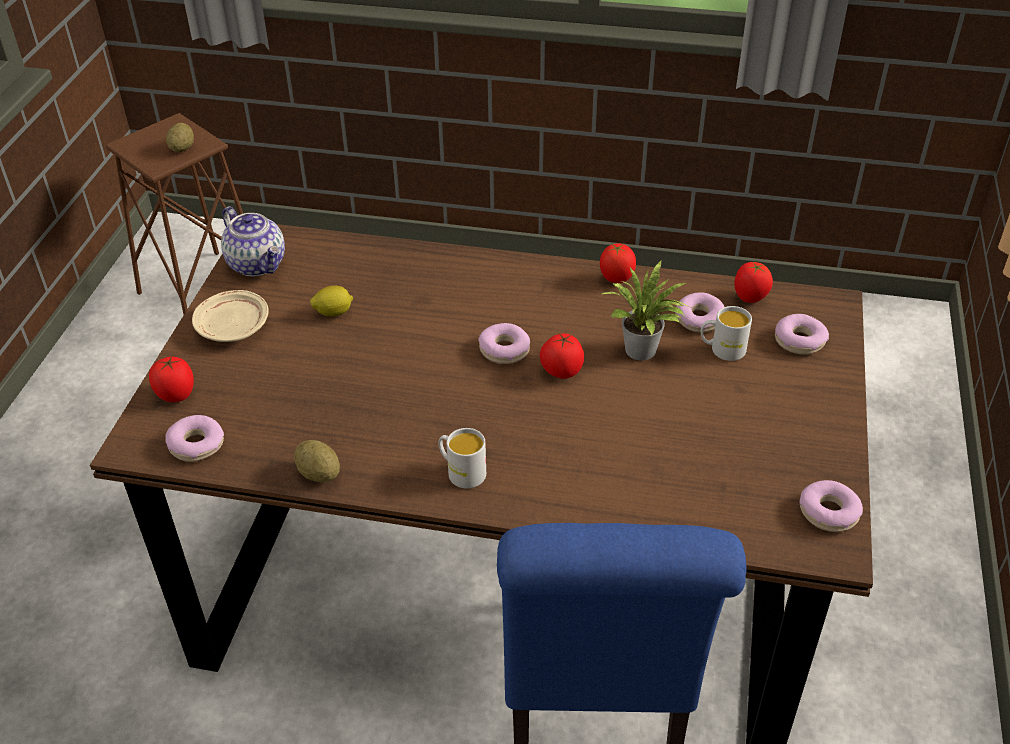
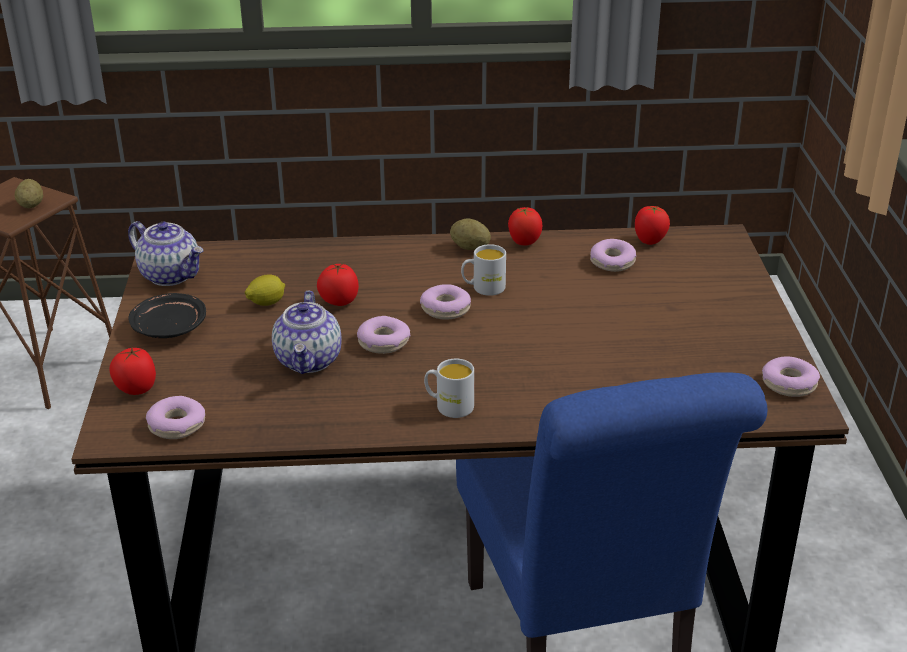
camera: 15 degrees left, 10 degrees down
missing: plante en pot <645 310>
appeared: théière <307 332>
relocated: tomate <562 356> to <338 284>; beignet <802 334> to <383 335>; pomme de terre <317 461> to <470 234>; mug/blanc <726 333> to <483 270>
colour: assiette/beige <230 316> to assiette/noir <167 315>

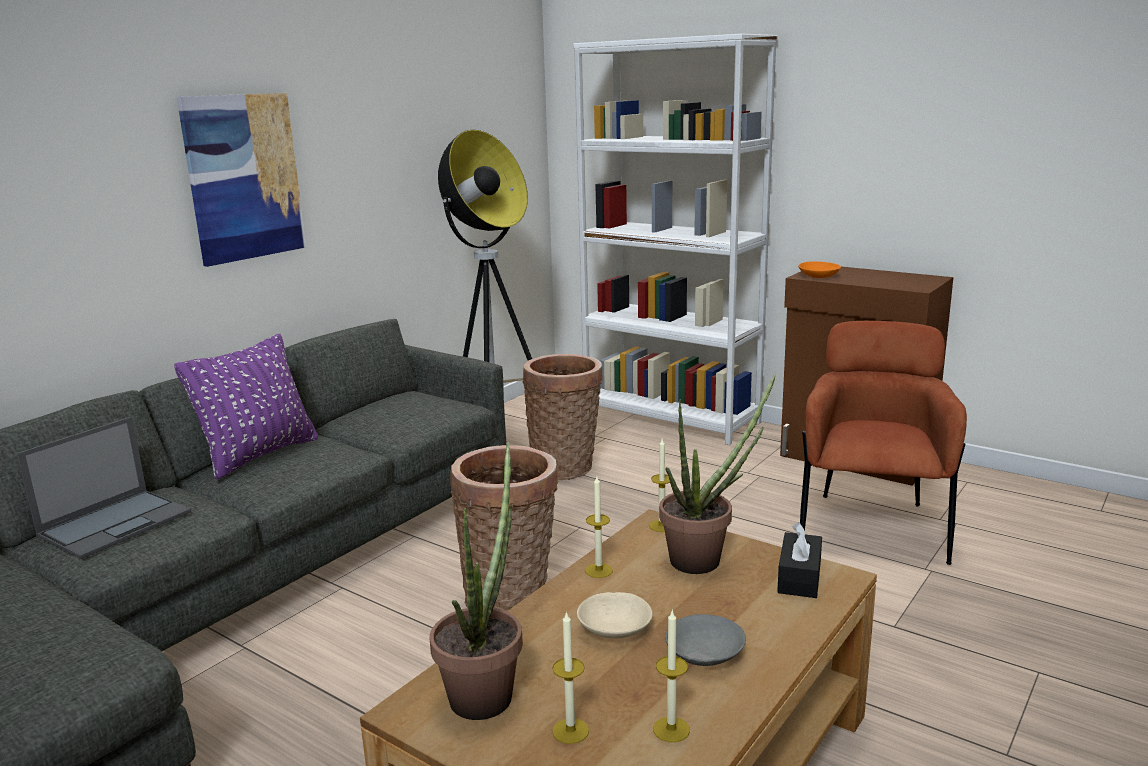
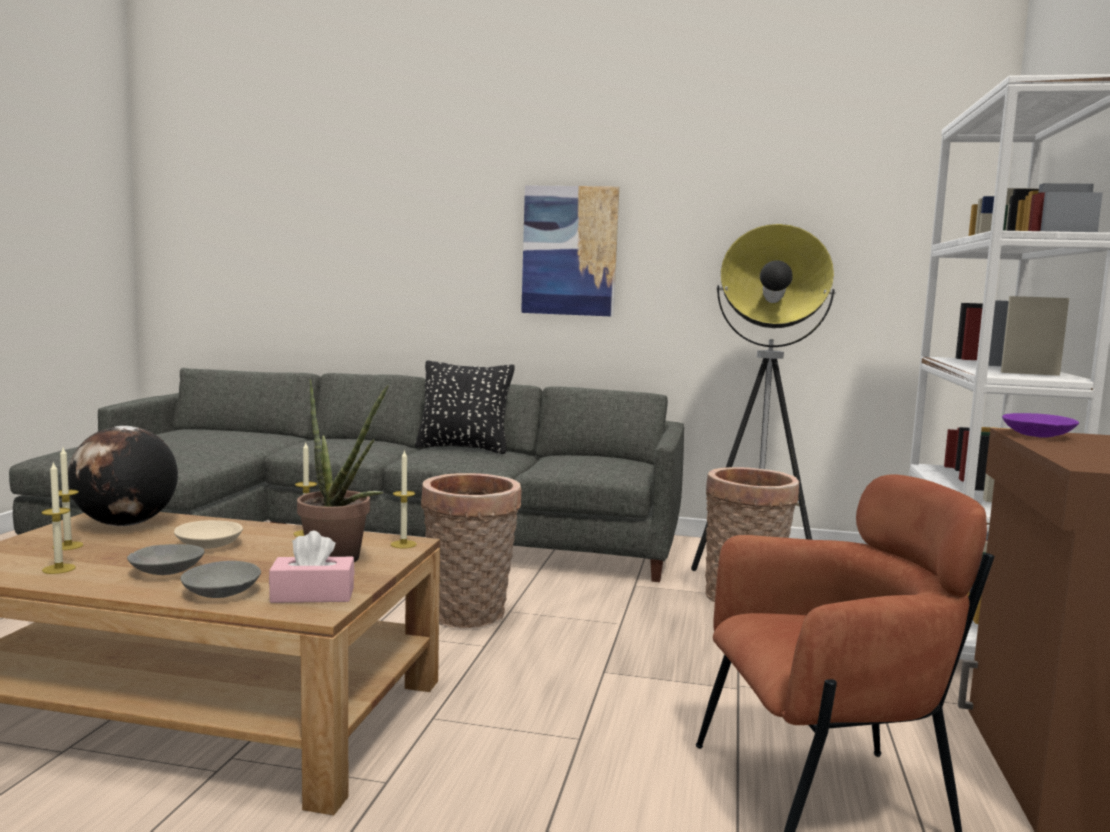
camera: 65 degrees right, 10 degrees down
missing: ordinateur portable <104 488>
appeared: bol/gris <220 579>
exchanged: plante en pot <476 581> to globe <123 476>
colour: boîte à mouchoirs/noir <799 560> to boîte à mouchoirs/rose <312 567>; coussin/violet <246 407> to coussin/noir <465 407>; bol/orange <819 269> to bol/violet <1040 425>

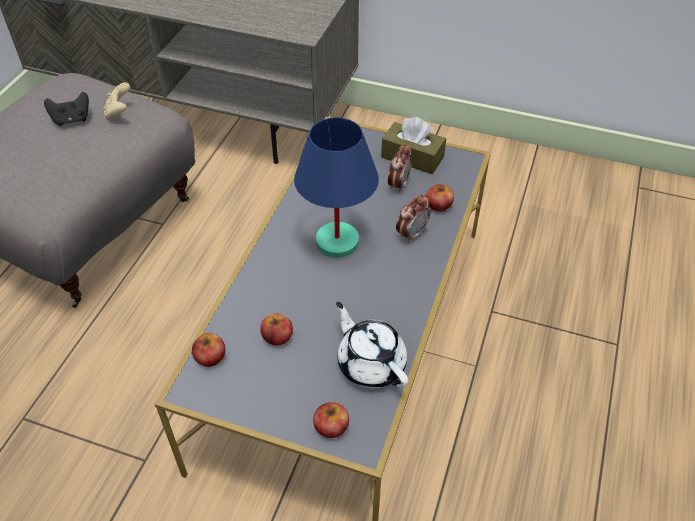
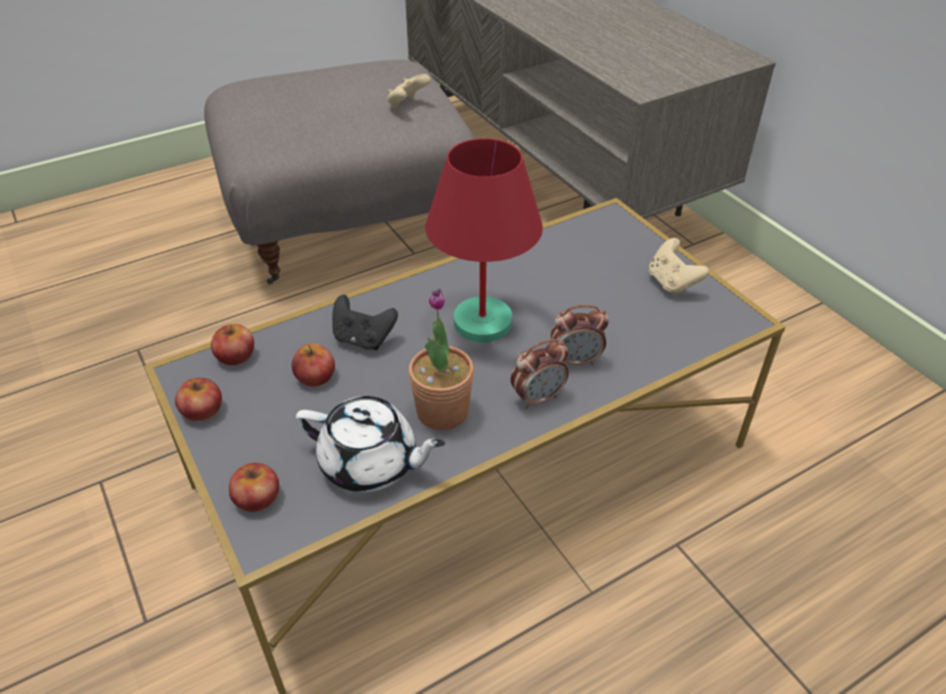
camera: 40 degrees right, 5 degrees down
appeared: plante en pot <441 359>
relocated: pomme <440 198> to <198 399>; manette/noir <66 109> to <365 322>; réveil <400 168> to <540 374>
exchanged: boîte à mouchoirs/marron <413 145> to manette/beige <679 267>
colour: lampe de table/bleu <336 187> to lampe de table/rouge <484 240>
spun: théière/blanc <372 345> = <370 444> 105 degrees clockwise

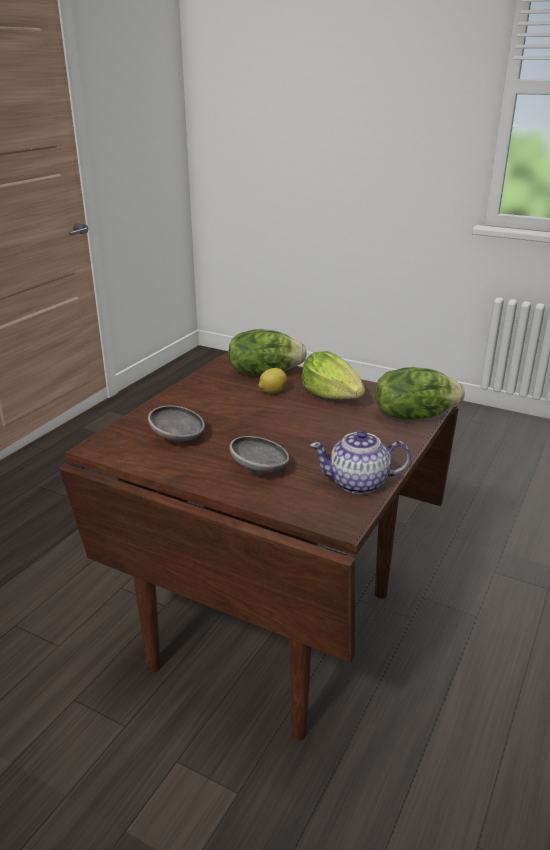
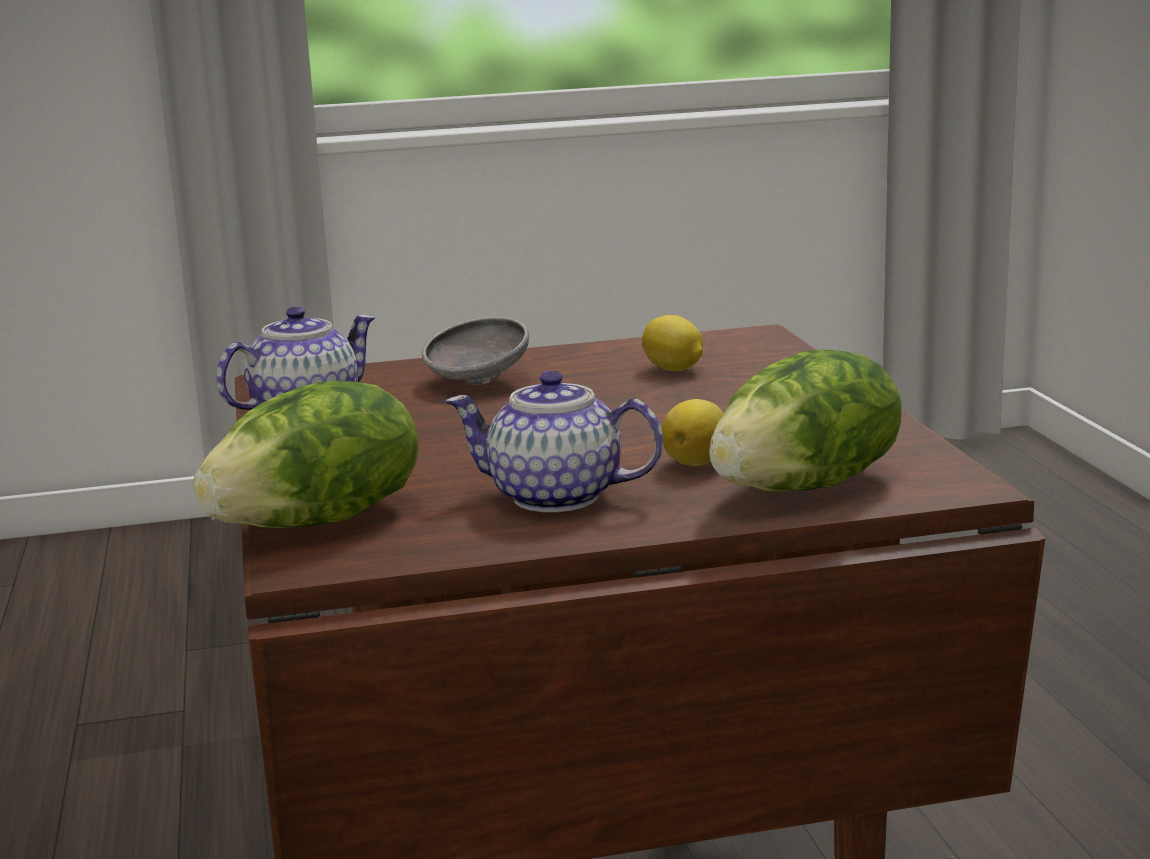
camera: 140 degrees right, 10 degrees down
exchanged: laitue <333 375> to théière <554 441>; bol/gris <176 423> to citron <672 343>

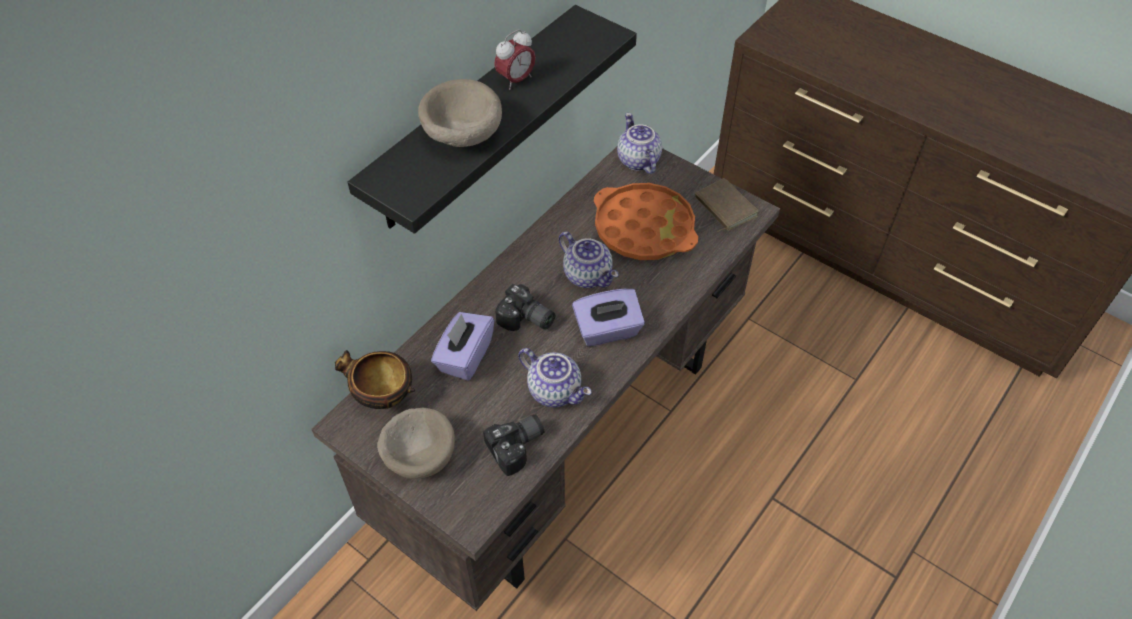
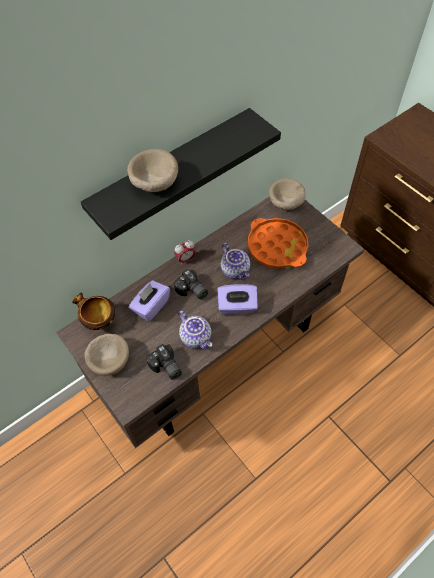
camera: 15 degrees right, 5 degrees up
missing: livre/marron <726 205>
relocated: réveil <515 59> to <185 252>
exchanged: théière <639 143> to bol/beige <287 194>
spun: appareil photo <513 445> = <164 362> 75 degrees clockwise

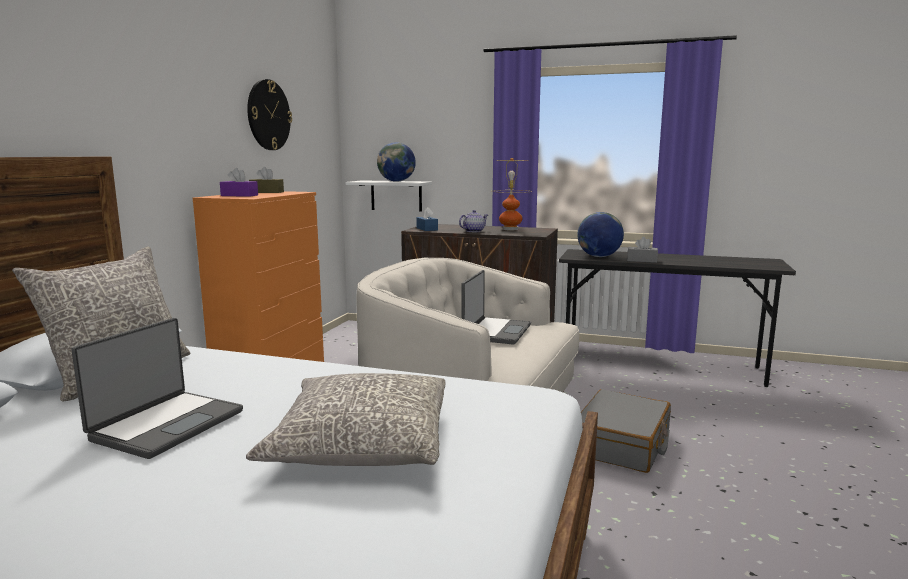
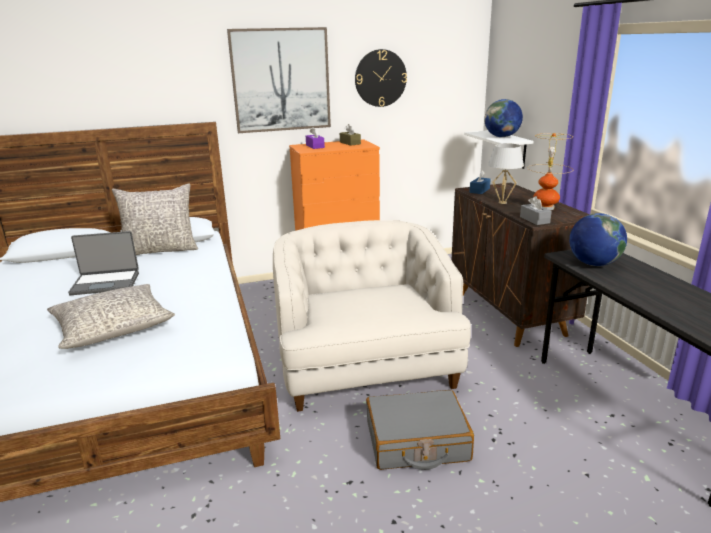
camera: 55 degrees right, 10 degrees up
missing: ordinateur portable <496 307>
appeared: tableau <279 80>
relocated: boîte à mouchoirs/gris <642 250> to <536 210>
exchanged: théière <473 221> to lampe de table/blanc <506 173>

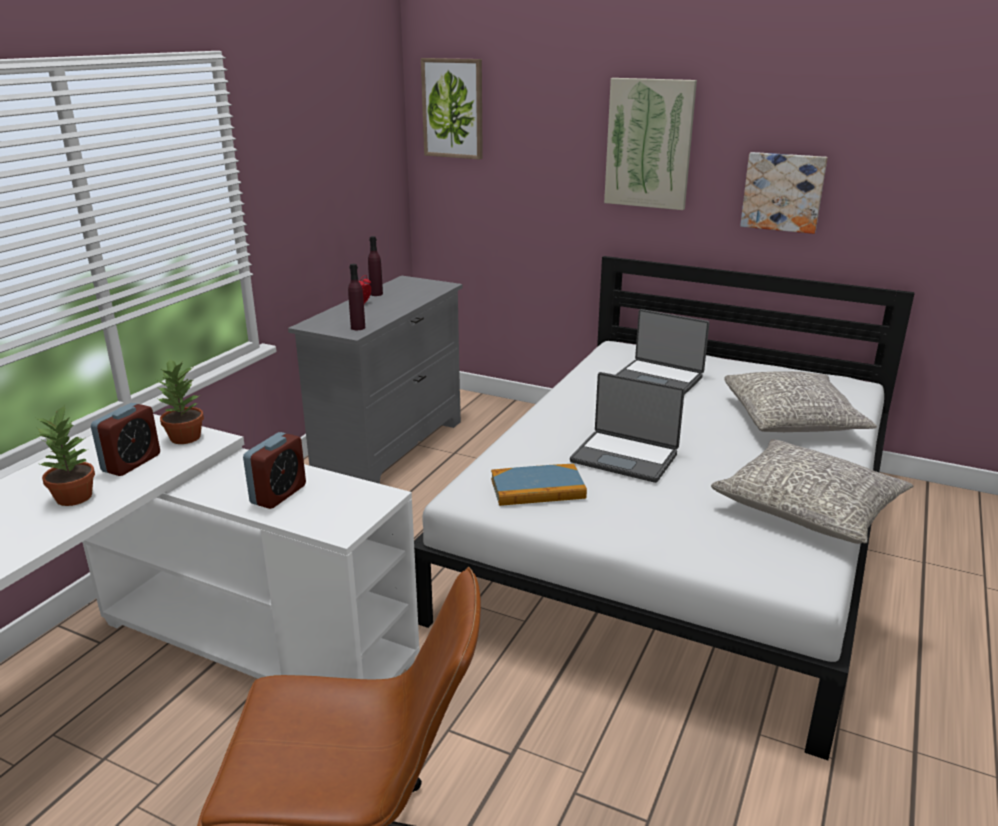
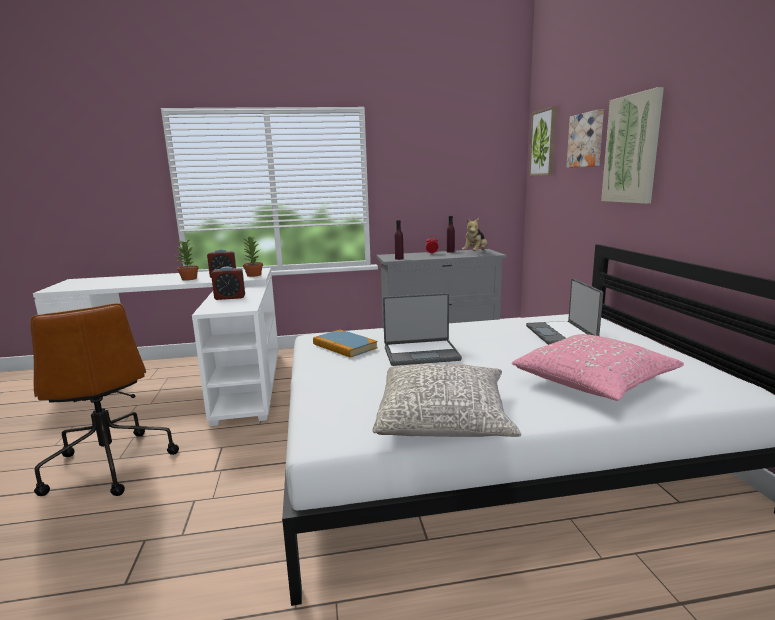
camera: 55 degrees right, 10 degrees down
appeared: peluche <474 234>
relocated: tableau <784 193> to <585 138>
colour: coussin/gris <800 401> to coussin/rose <598 367>
spun: ordinateur portable <627 427> = <422 329> 90 degrees counterclockwise

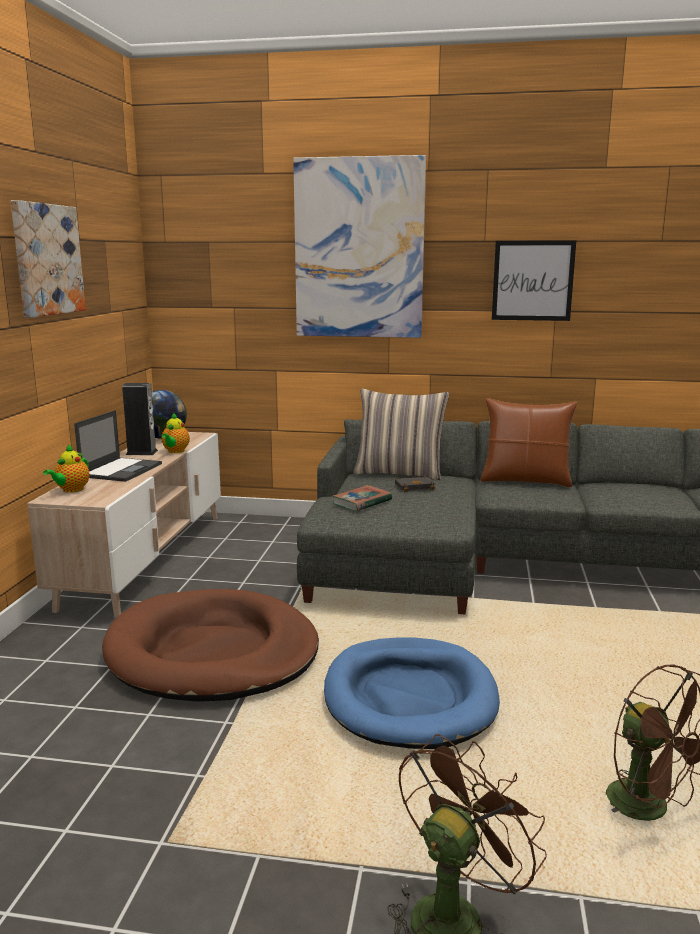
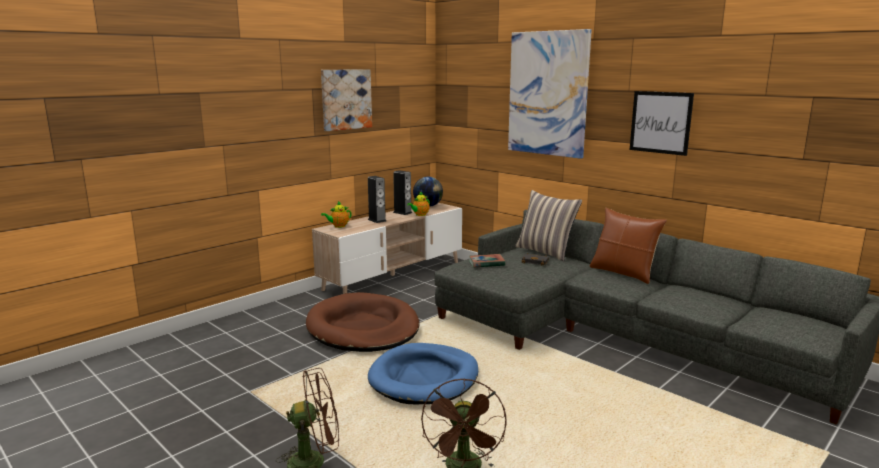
camera: 35 degrees right, 0 degrees up
exchanged: ordinateur portable <118 446> to enceinte <377 199>

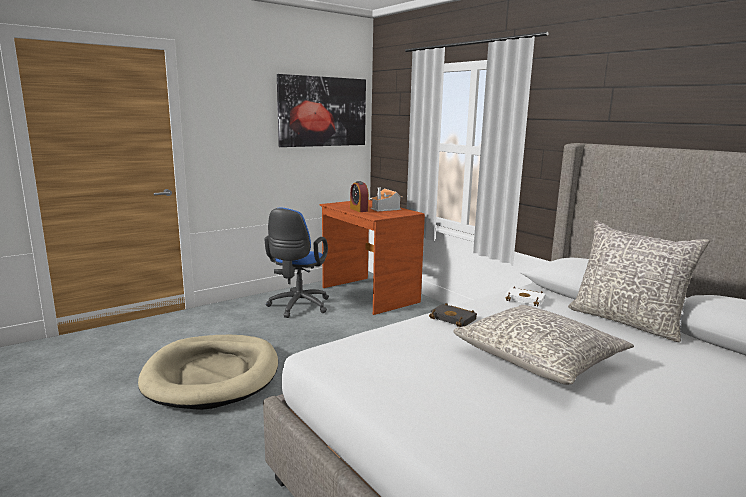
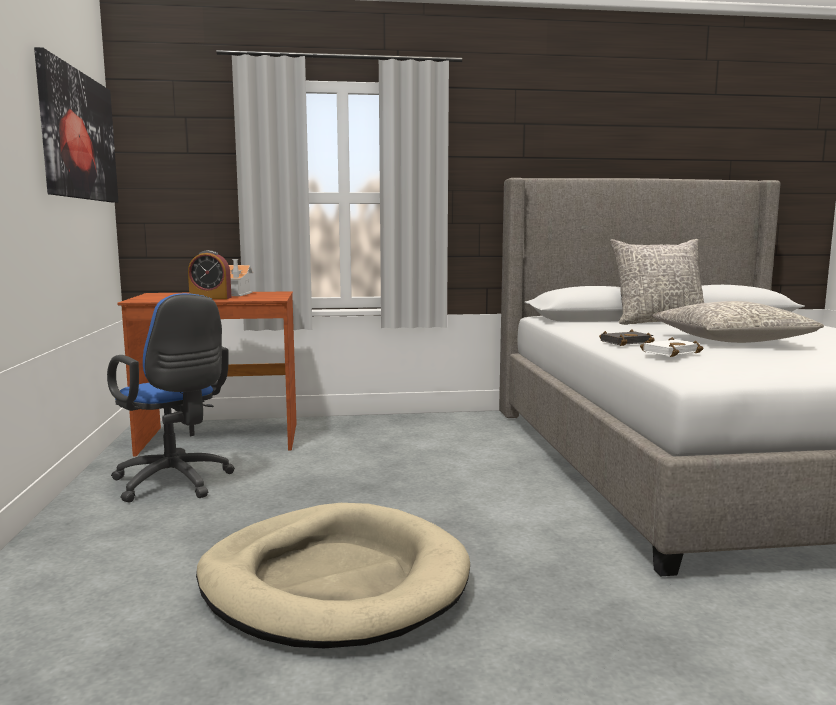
camera: 60 degrees left, 5 degrees down
relocated: livre/blanc <525 296> to <672 347>

